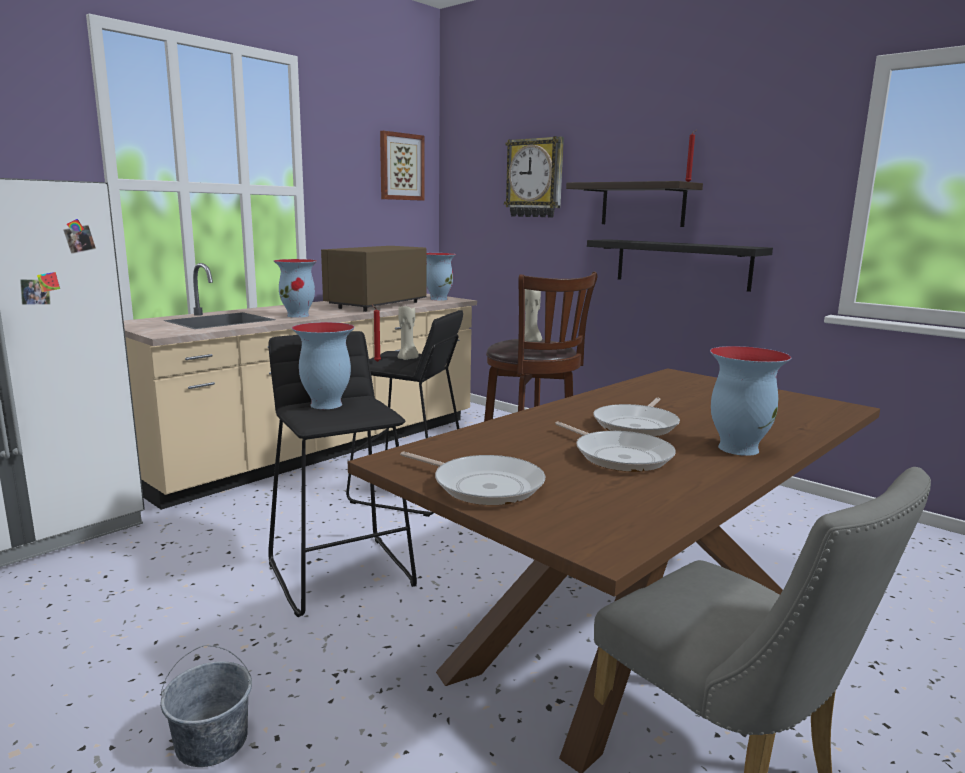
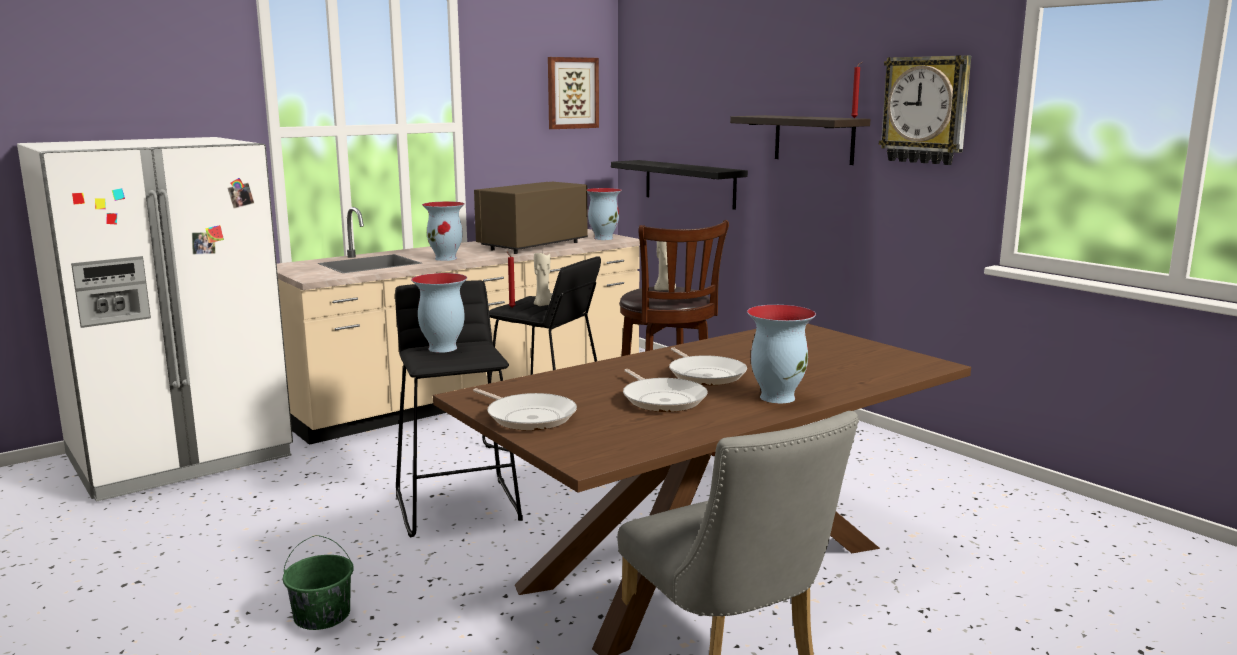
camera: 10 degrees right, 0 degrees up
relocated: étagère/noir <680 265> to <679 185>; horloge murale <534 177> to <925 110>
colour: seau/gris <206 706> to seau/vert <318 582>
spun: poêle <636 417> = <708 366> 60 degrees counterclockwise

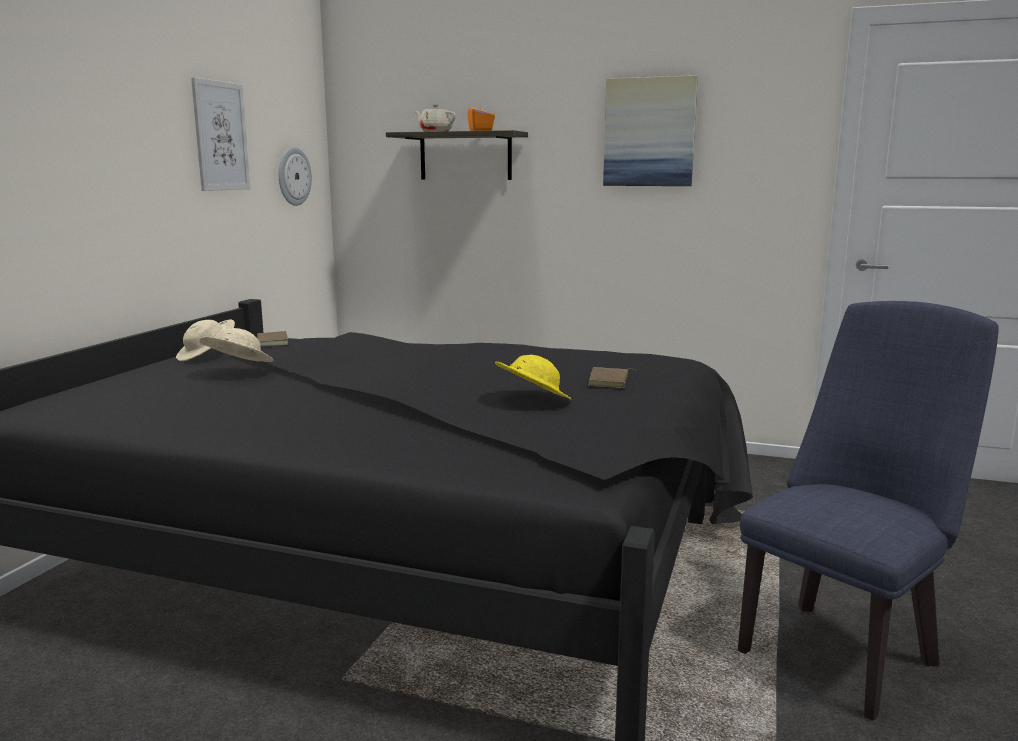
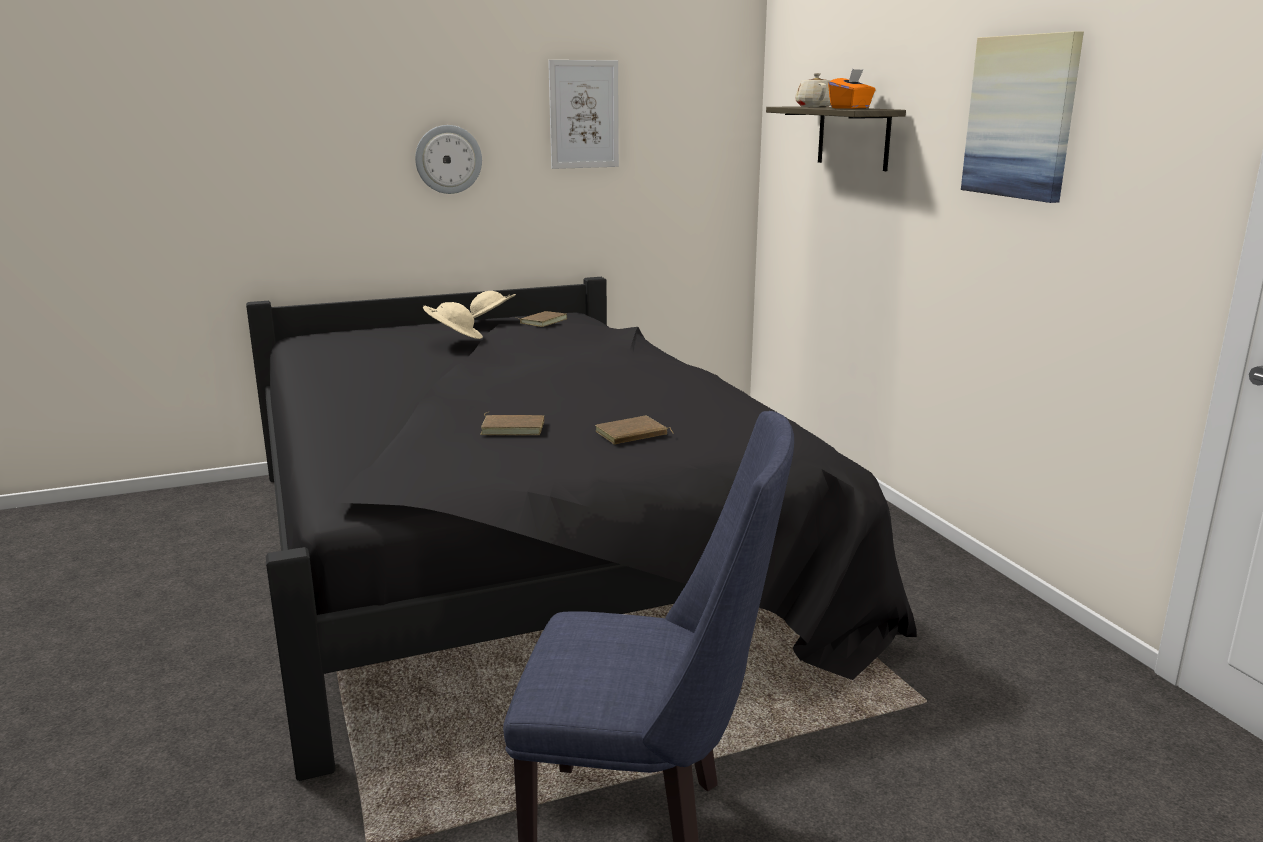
camera: 50 degrees right, 5 degrees up
relocated: horloge murale <295 176> to <448 159>
exchanged: chapeau/jaune <533 377> to livre/marron <512 423>

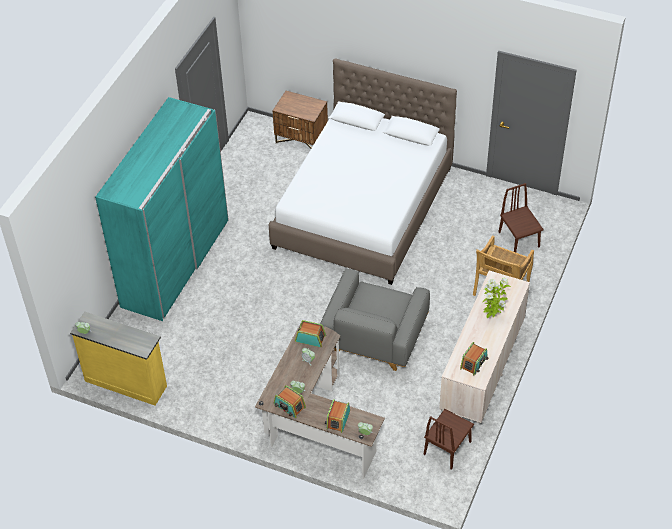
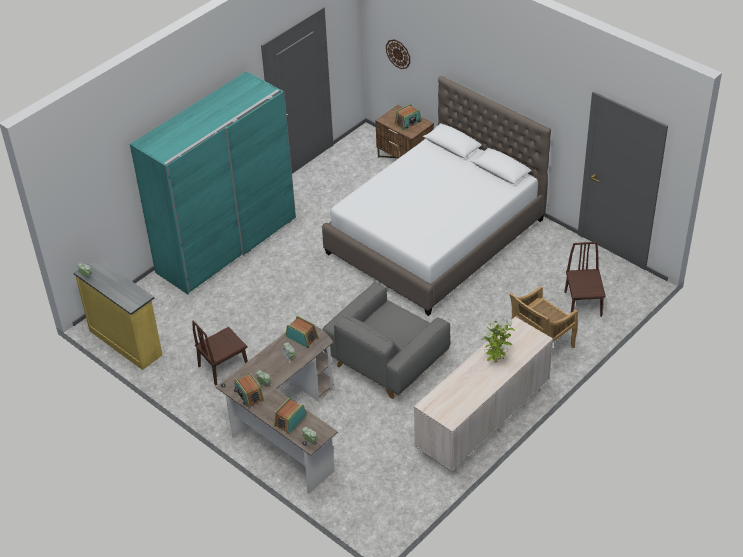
camera: 20 degrees right, 5 degrees down
appeared: horloge murale <398 54>
relocated: chaise/marron <448 439> to <220 353>; radio <474 359> to <408 117>

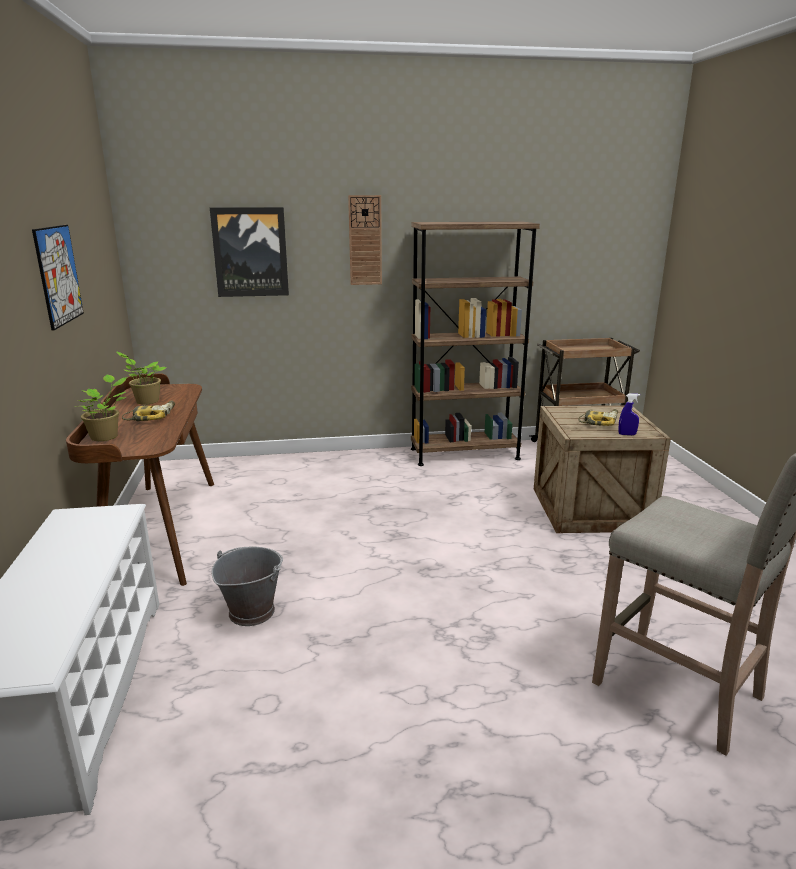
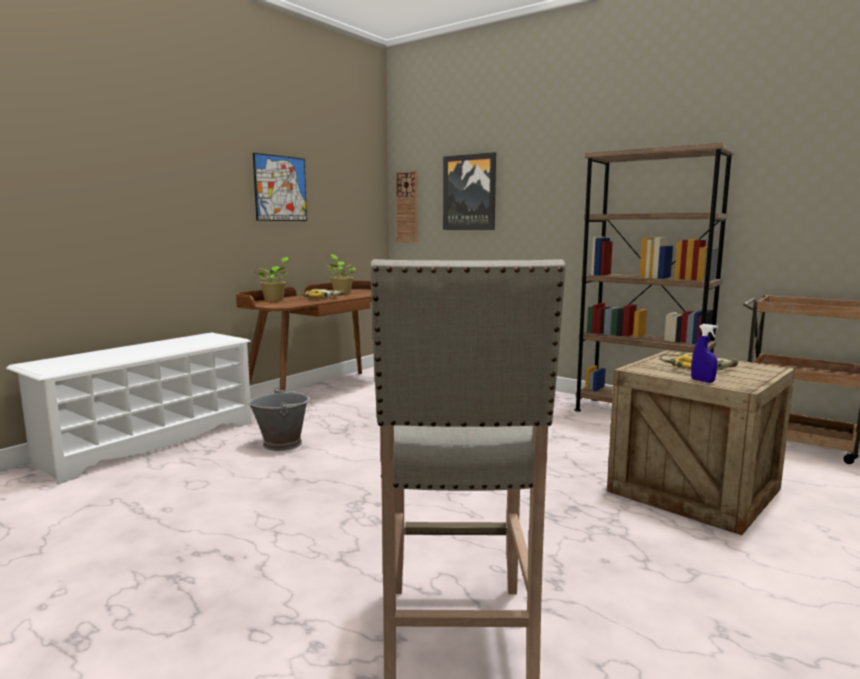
camera: 45 degrees right, 10 degrees down
relocated: horloge murale <365 240> to <407 207>

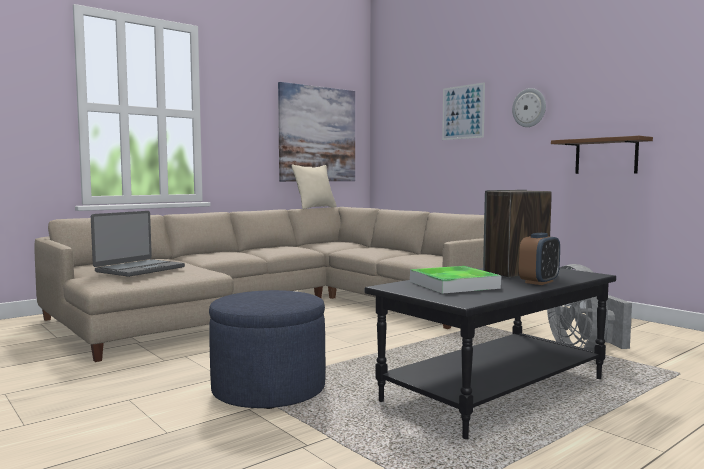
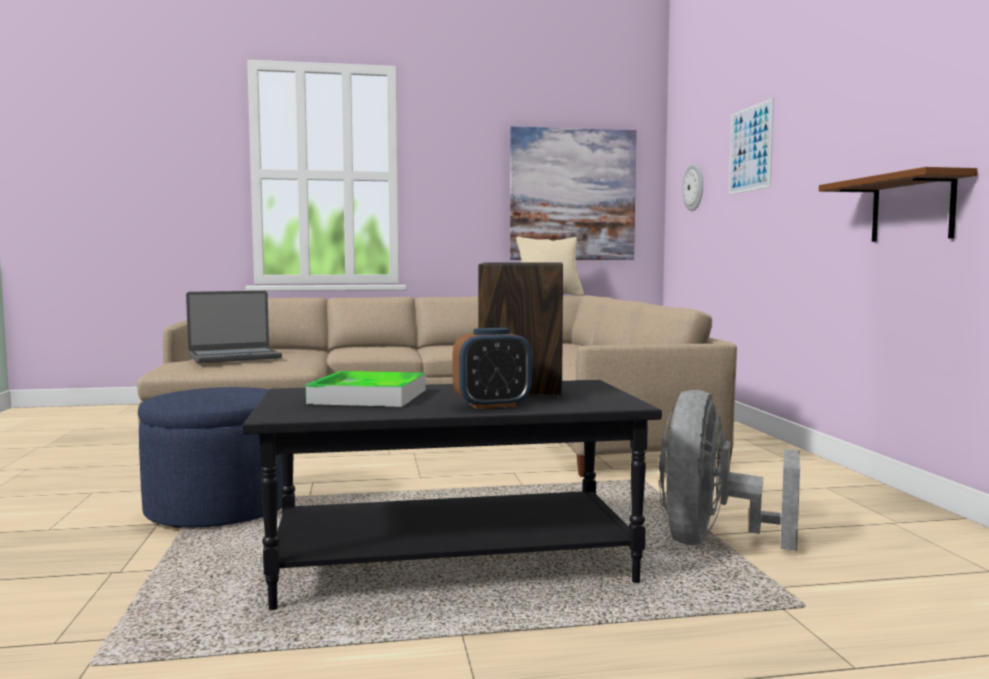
camera: 30 degrees right, 0 degrees up
relocated: horloge murale <529 107> to <692 187>

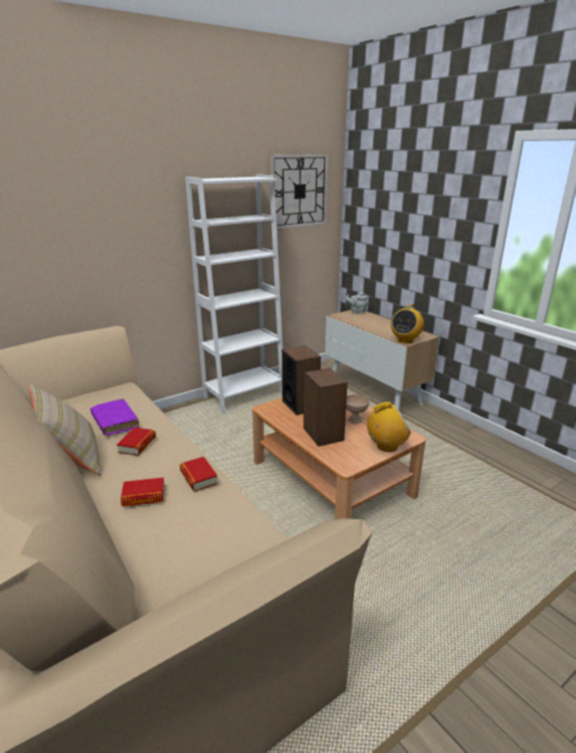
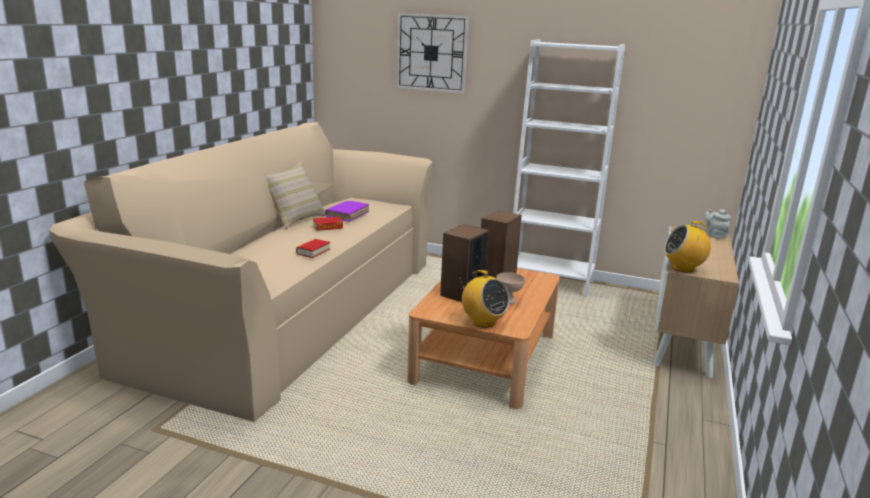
camera: 55 degrees right, 5 degrees down
missing: livre <143 492>
relocated: horloge murale <299 191> to <432 53>

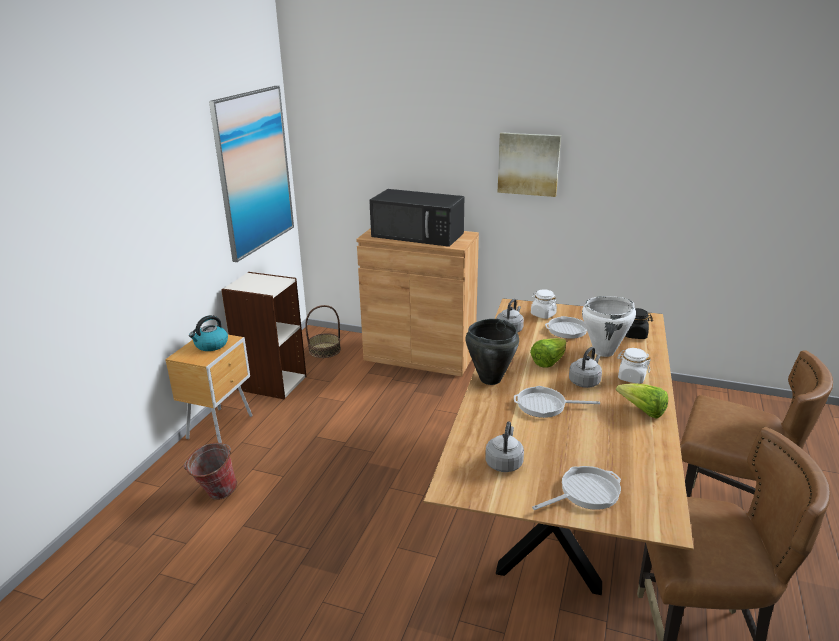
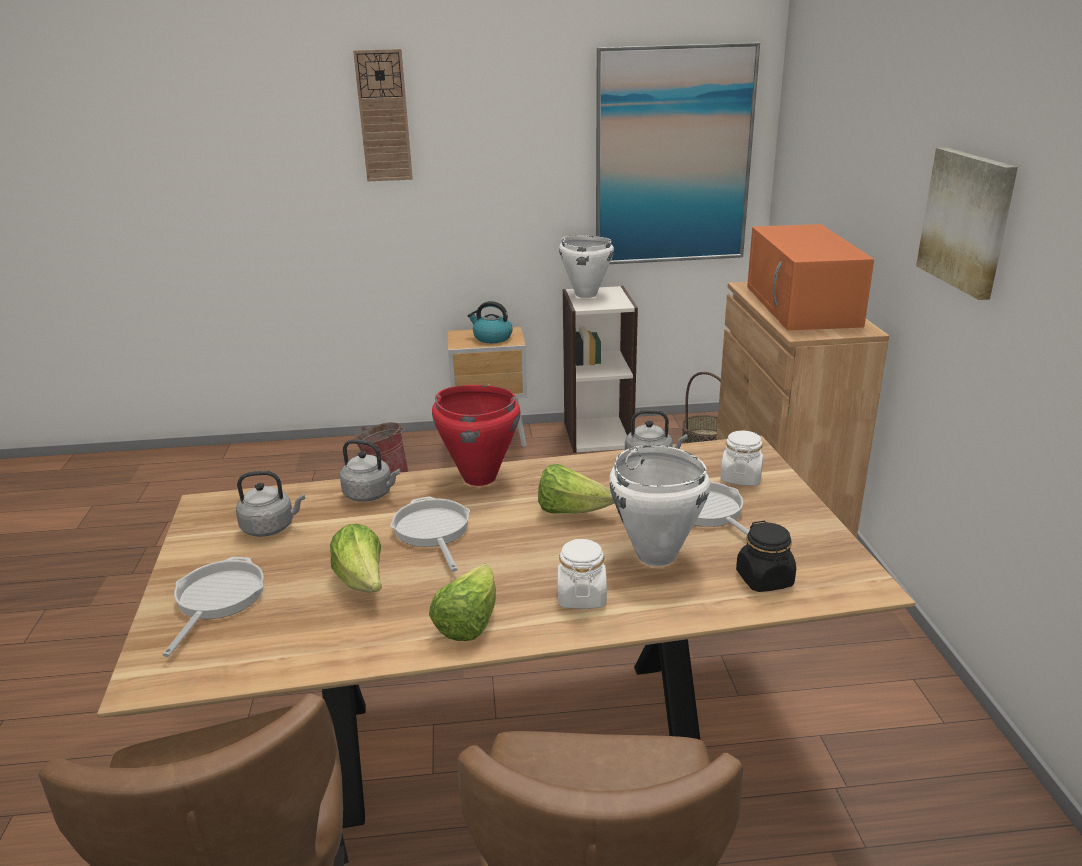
camera: 65 degrees right, 0 degrees up
appeared: laitue <356 558>; horloge murale <383 115>; marmite/blanc <586 267>
relocated: bouilloire/gris <585 367> to <370 470>
colour: marmite/noir <492 352> to marmite/rouge <476 435>; micro-ondes/noir <416 218> to micro-ondes/orange <810 277>
spun: poêle <576 488> = <213 607> 120 degrees counterclockwise

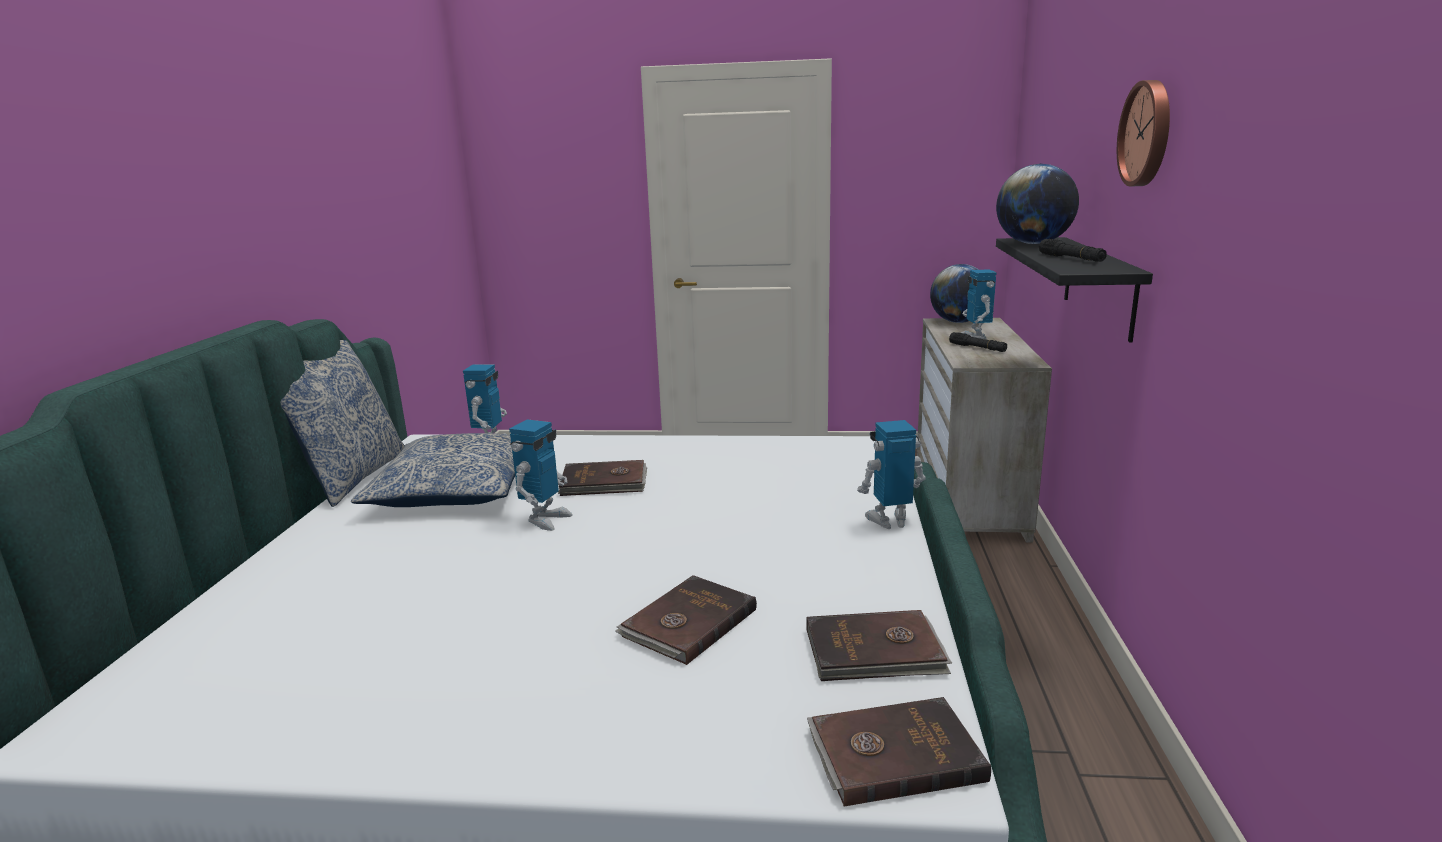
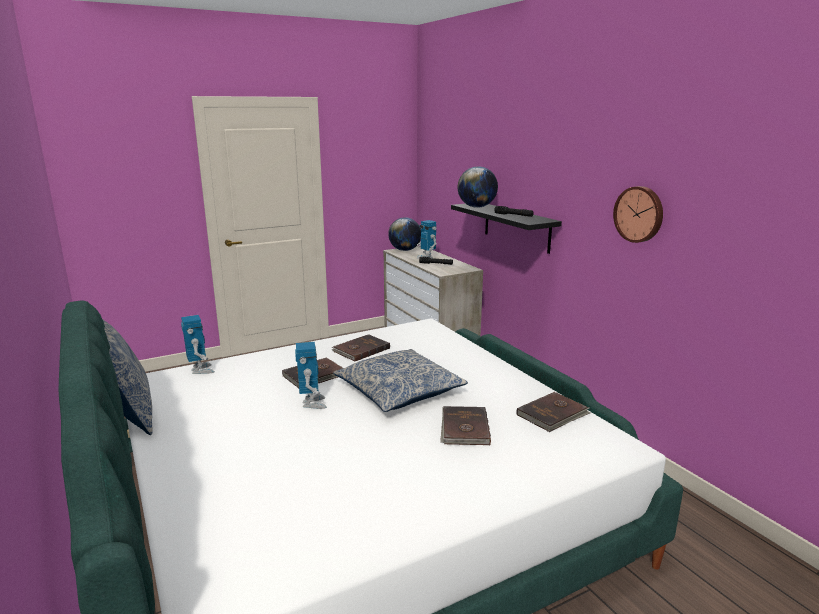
camera: 35 degrees left, 0 degrees up
missing: robot jouet <891 474>
relocated: livre/marron <899 751> to <360 347>; coussin <433 470> to <400 380>; horloge murale <1143 133> to <638 214>

